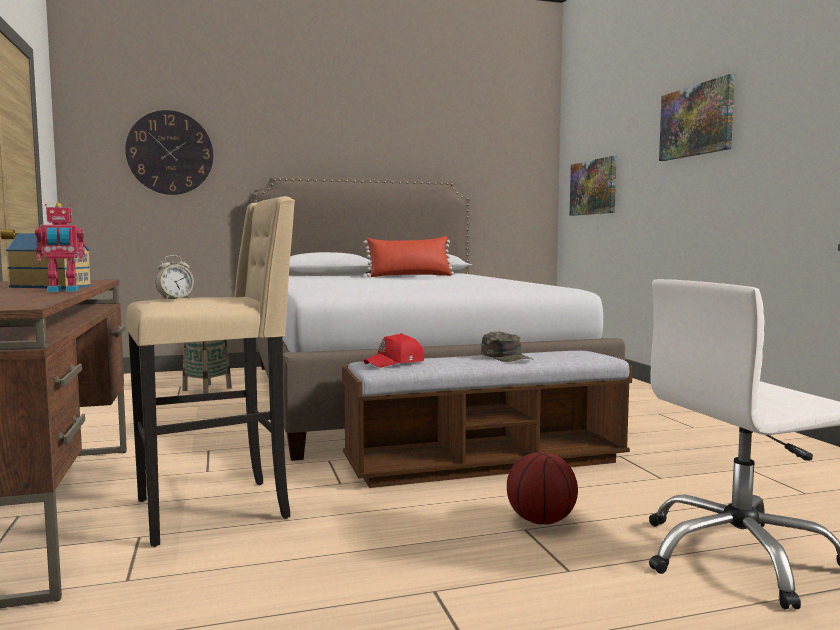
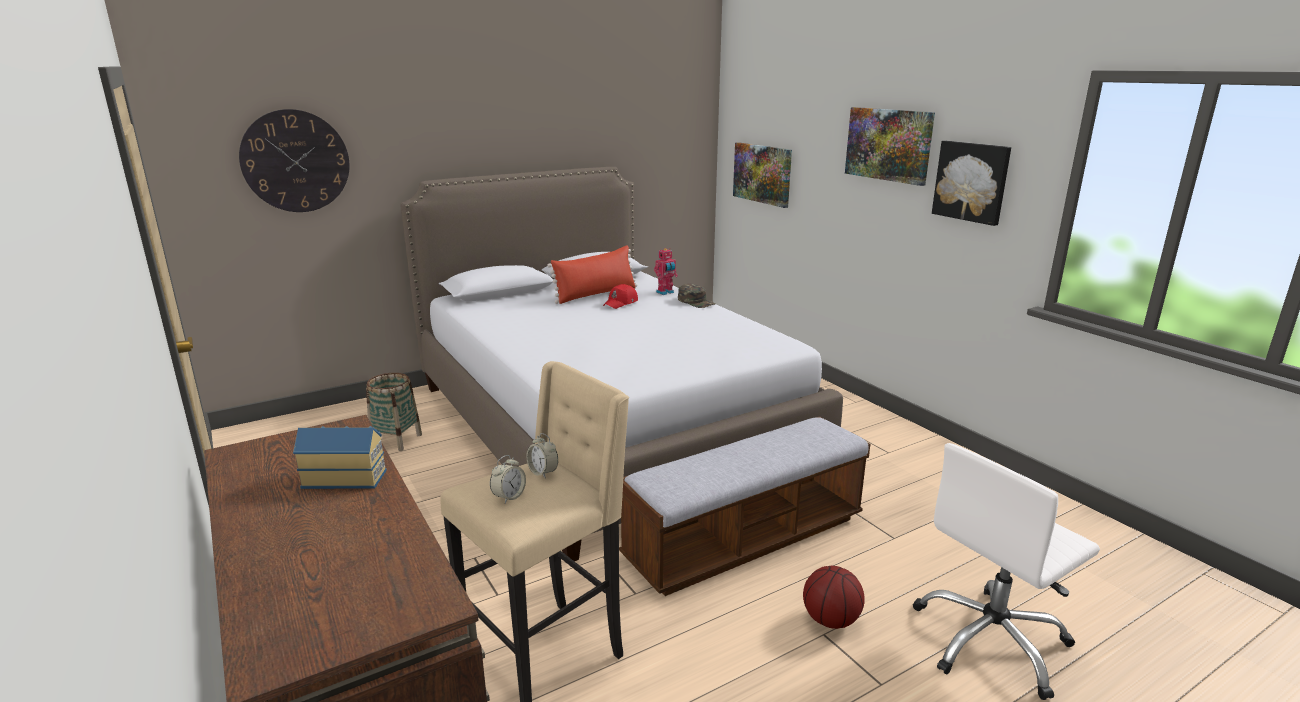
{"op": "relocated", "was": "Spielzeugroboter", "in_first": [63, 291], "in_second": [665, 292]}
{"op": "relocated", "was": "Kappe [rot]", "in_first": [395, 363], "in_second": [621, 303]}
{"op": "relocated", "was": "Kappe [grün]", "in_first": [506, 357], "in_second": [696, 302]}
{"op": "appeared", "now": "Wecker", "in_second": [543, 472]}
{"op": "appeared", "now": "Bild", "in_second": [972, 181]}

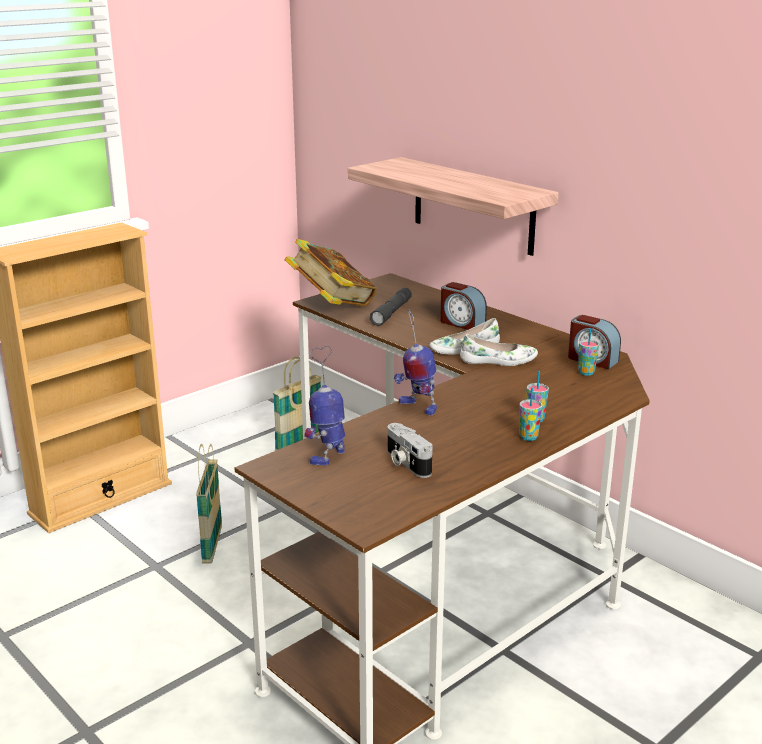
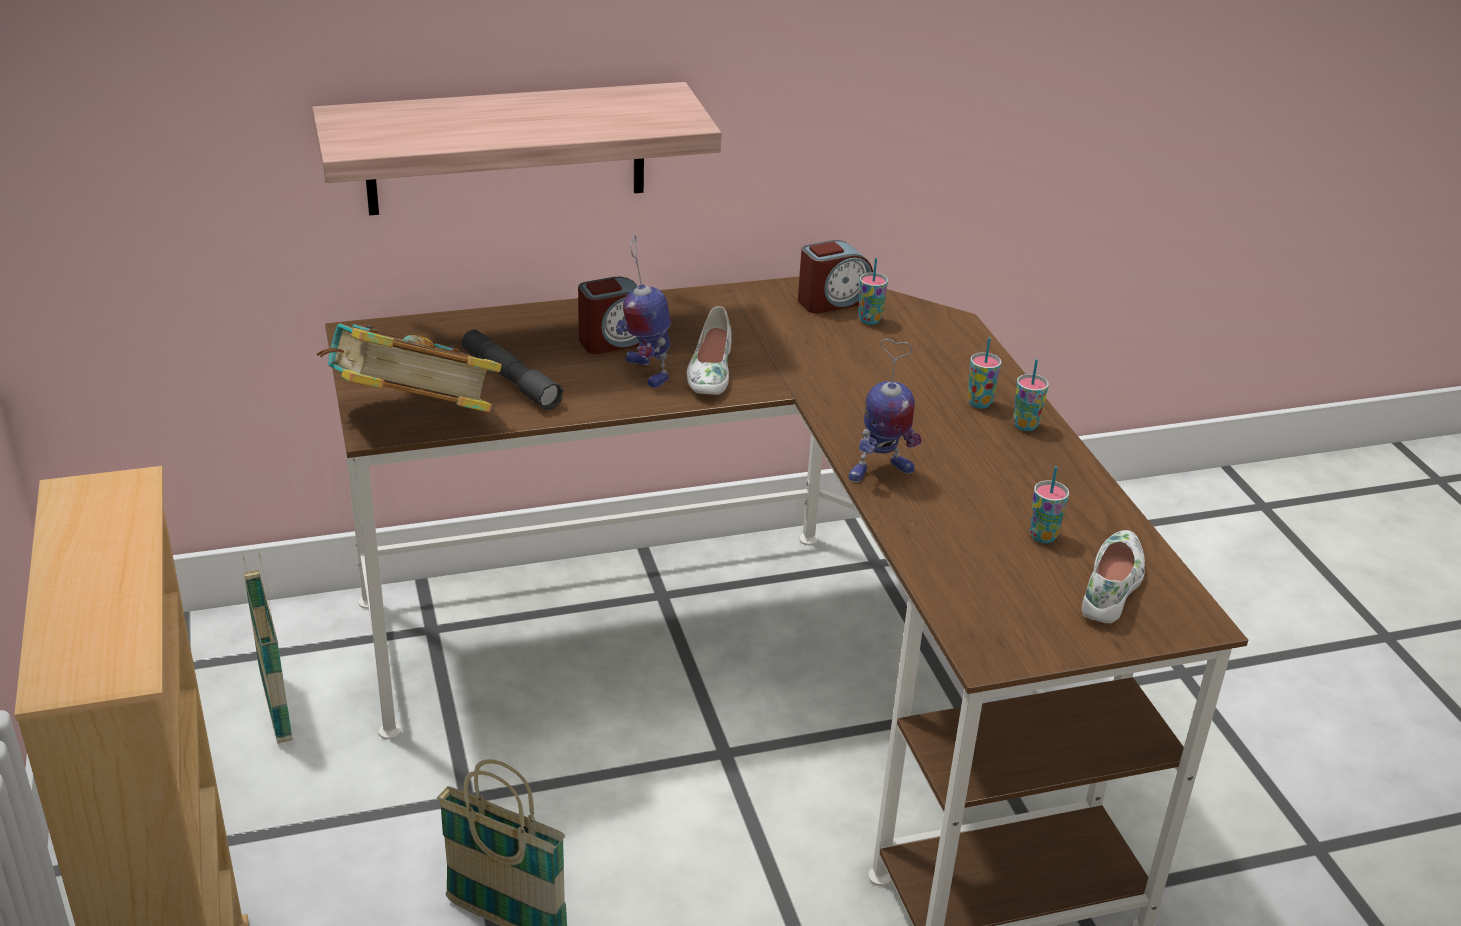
{"op": "relocated", "was": "Spielzeugroboter", "in_first": [329, 455], "in_second": [645, 371]}
{"op": "exchanged", "was": "Kamera", "now": "Tasse", "in_first": [405, 463], "in_second": [1043, 536]}
{"op": "relocated", "was": "Schuh [weiß]", "in_first": [498, 361], "in_second": [1113, 586]}

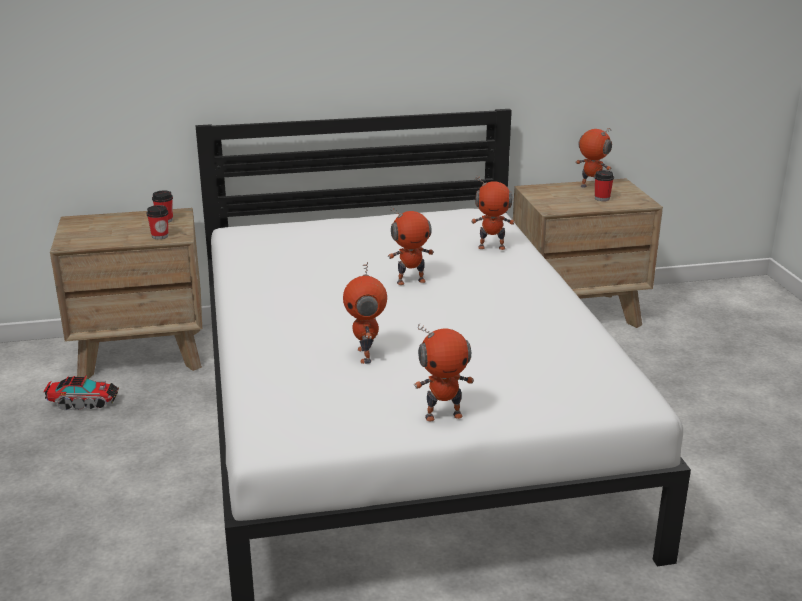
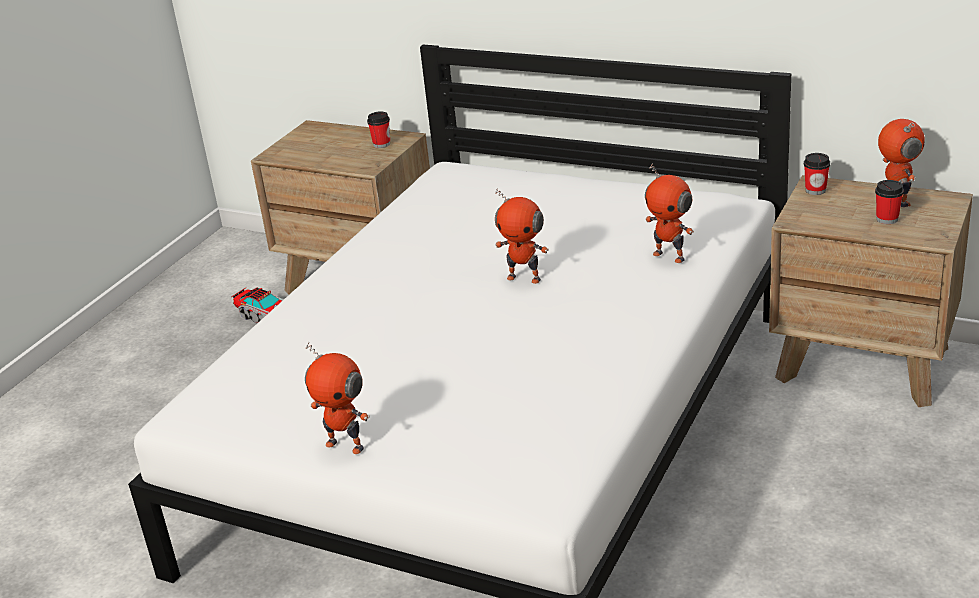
{"op": "relocated", "was": "Tasse", "in_first": [160, 236], "in_second": [815, 190]}
{"op": "missing", "was": "Spielzeugroboter", "in_first": [366, 355]}

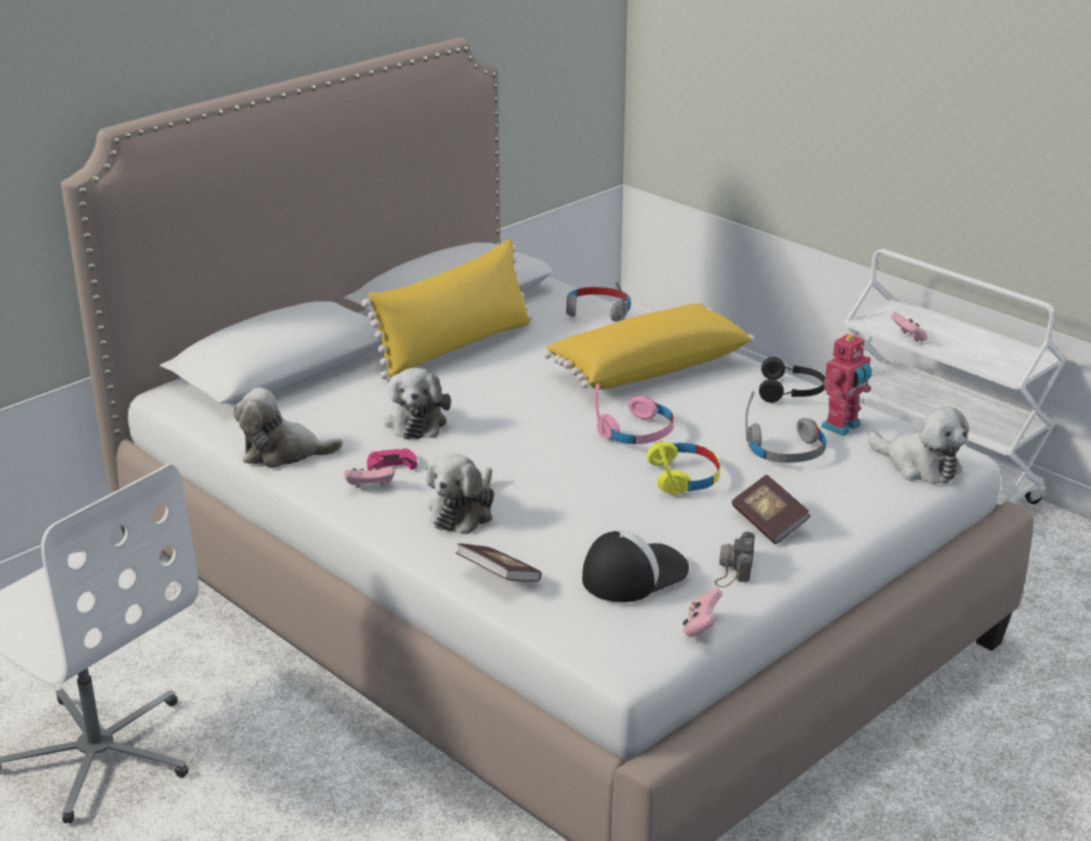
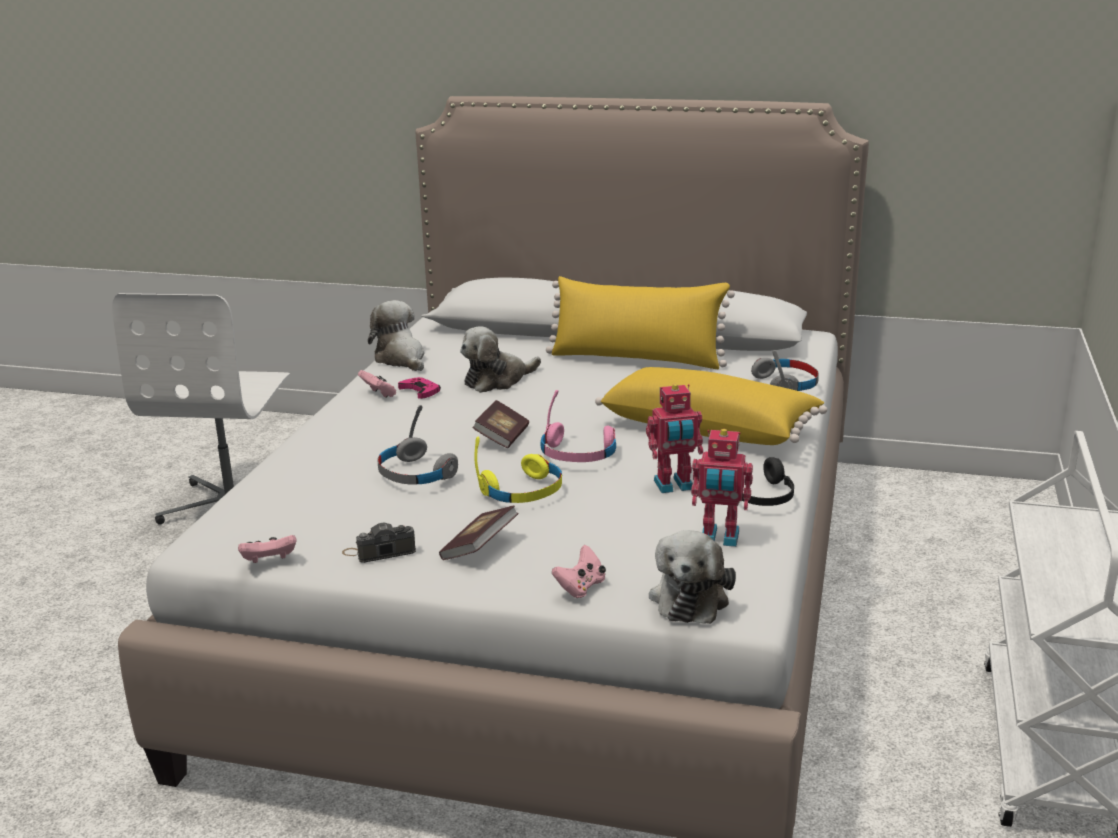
{"op": "missing", "was": "Plüschtier", "in_first": [463, 511]}
{"op": "relocated", "was": "Buch", "in_first": [498, 577], "in_second": [502, 437]}
{"op": "missing", "was": "Kappe", "in_first": [633, 573]}
{"op": "relocated", "was": "Kopfhörer [grau]", "in_first": [786, 452], "in_second": [415, 474]}
{"op": "relocated", "was": "Gamepad [rosa]", "in_first": [909, 337], "in_second": [581, 587]}
{"op": "appeared", "now": "Spielzeugroboter", "in_second": [674, 486]}

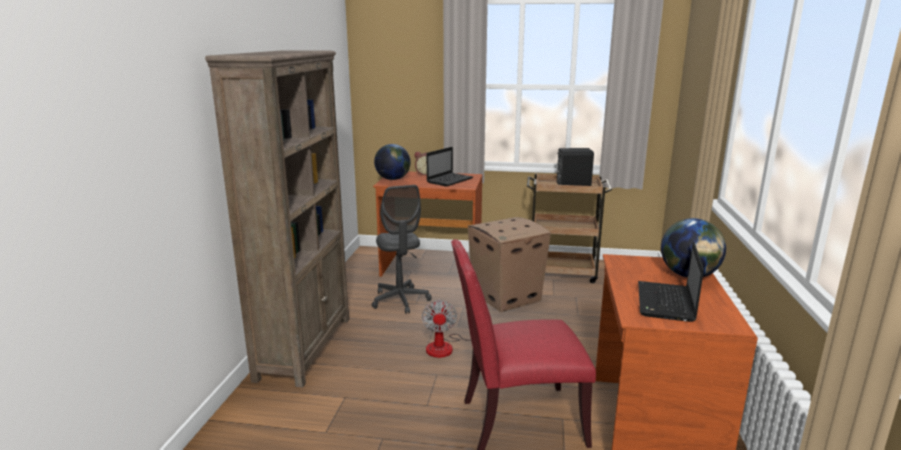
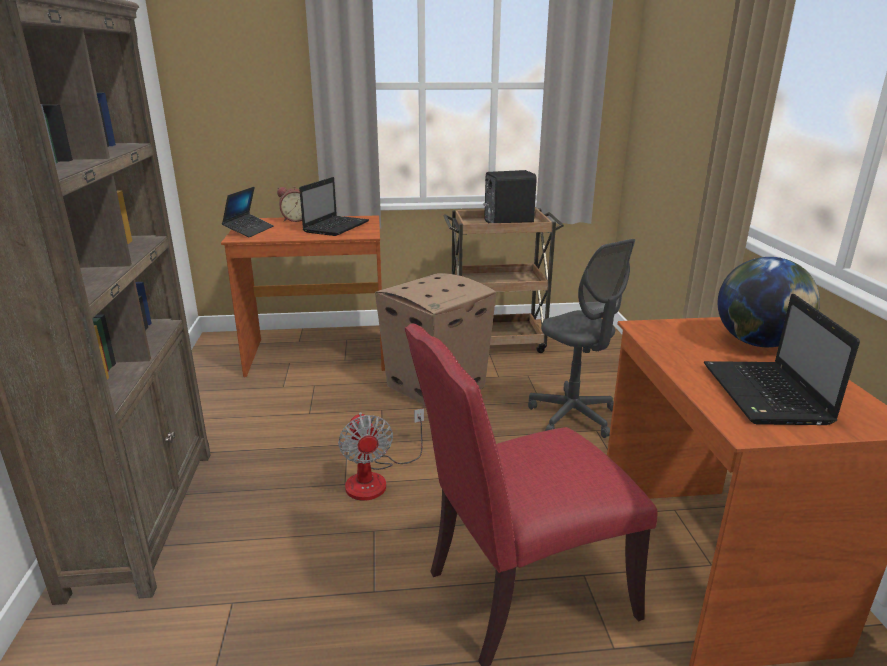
{"op": "relocated", "was": "Bürostuhl [grau]", "in_first": [400, 300], "in_second": [573, 416]}
{"op": "exchanged", "was": "Globus", "now": "Laptop", "in_first": [393, 179], "in_second": [249, 230]}

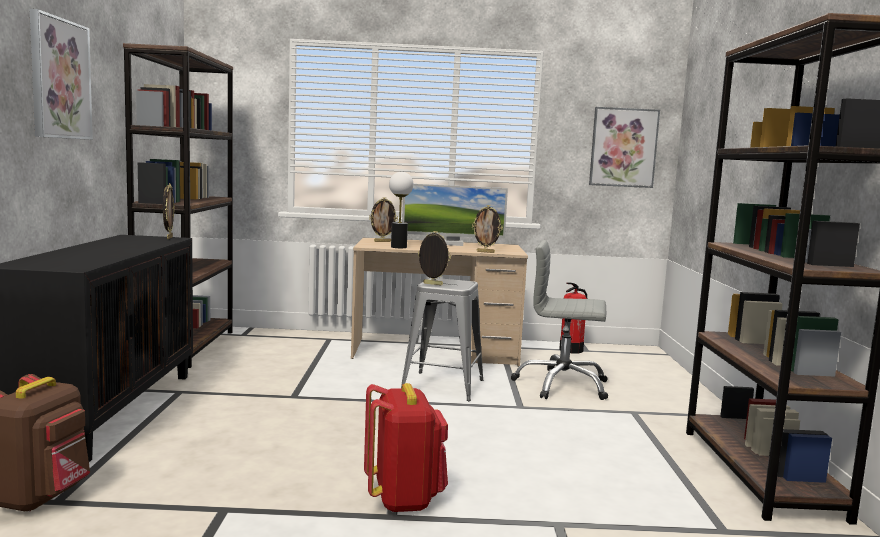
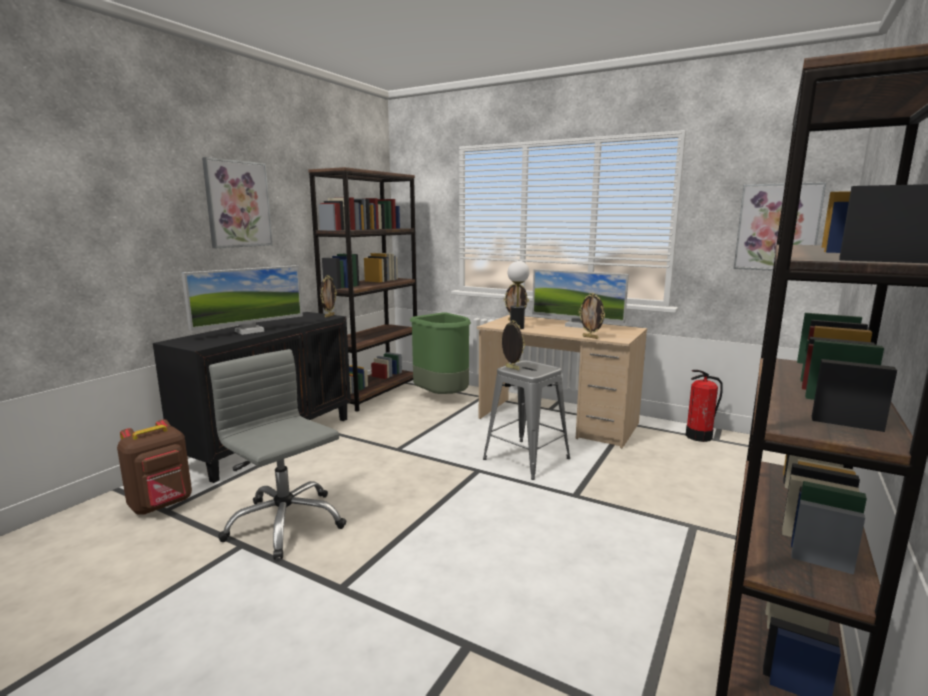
{"op": "missing", "was": "Rucksack [rot]", "in_first": [404, 499]}
{"op": "relocated", "was": "Bürostuhl [grau]", "in_first": [562, 385], "in_second": [285, 523]}
{"op": "appeared", "now": "Monitor", "in_second": [249, 331]}
{"op": "appeared", "now": "Mülleimer [grün]", "in_second": [443, 397]}

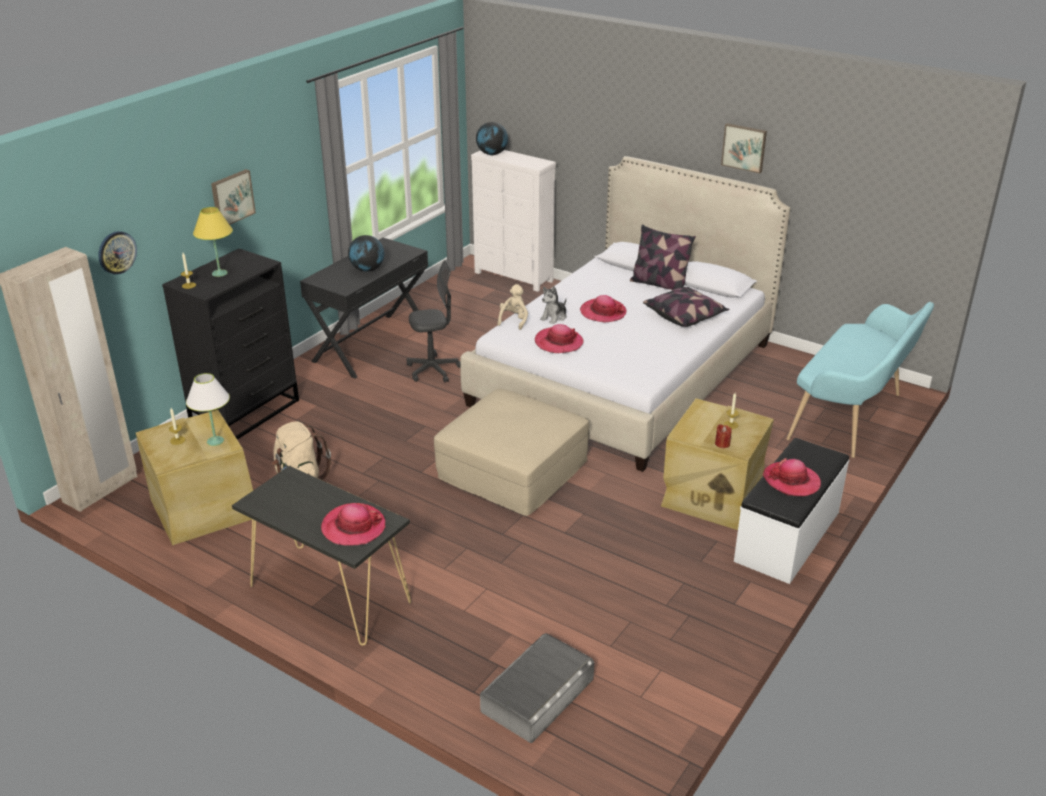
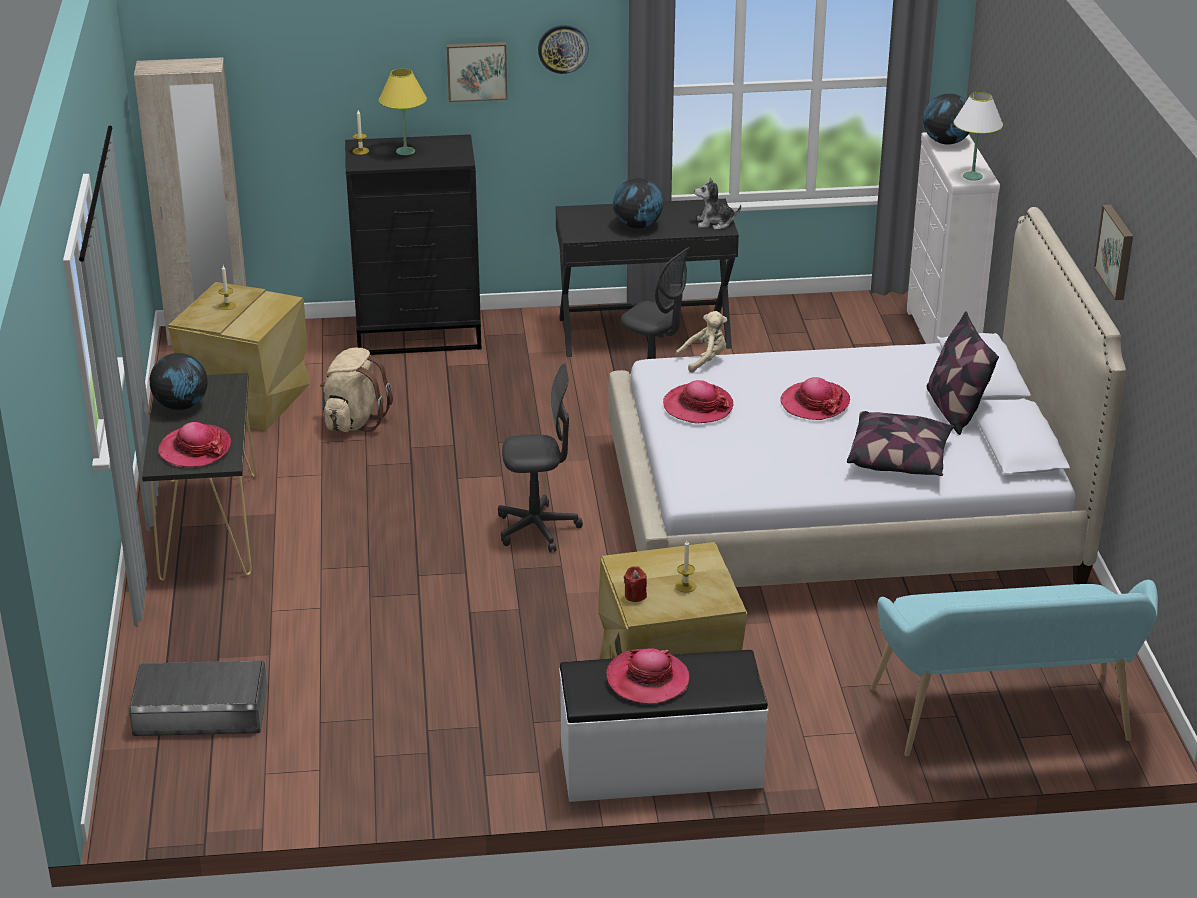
{"op": "relocated", "was": "Wanduhr", "in_first": [116, 252], "in_second": [563, 48]}
{"op": "relocated", "was": "Tischlampe [weiß]", "in_first": [215, 441], "in_second": [973, 176]}
{"op": "exchanged", "was": "Polsterhocker [beige]", "now": "Bürostuhl [grau]", "in_first": [513, 469], "in_second": [537, 529]}
{"op": "relocated", "was": "Plüschtier", "in_first": [554, 317], "in_second": [715, 223]}
{"op": "appeared", "now": "Globus", "in_second": [181, 405]}

